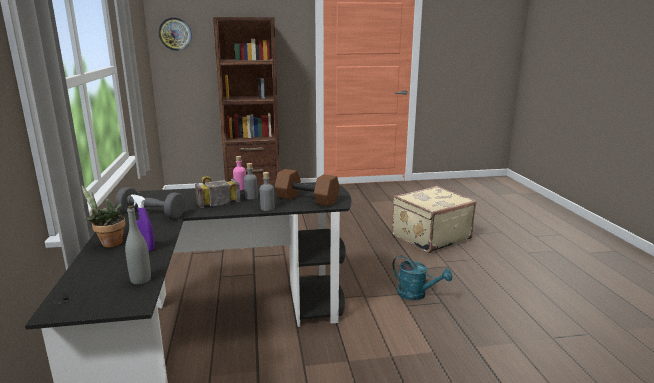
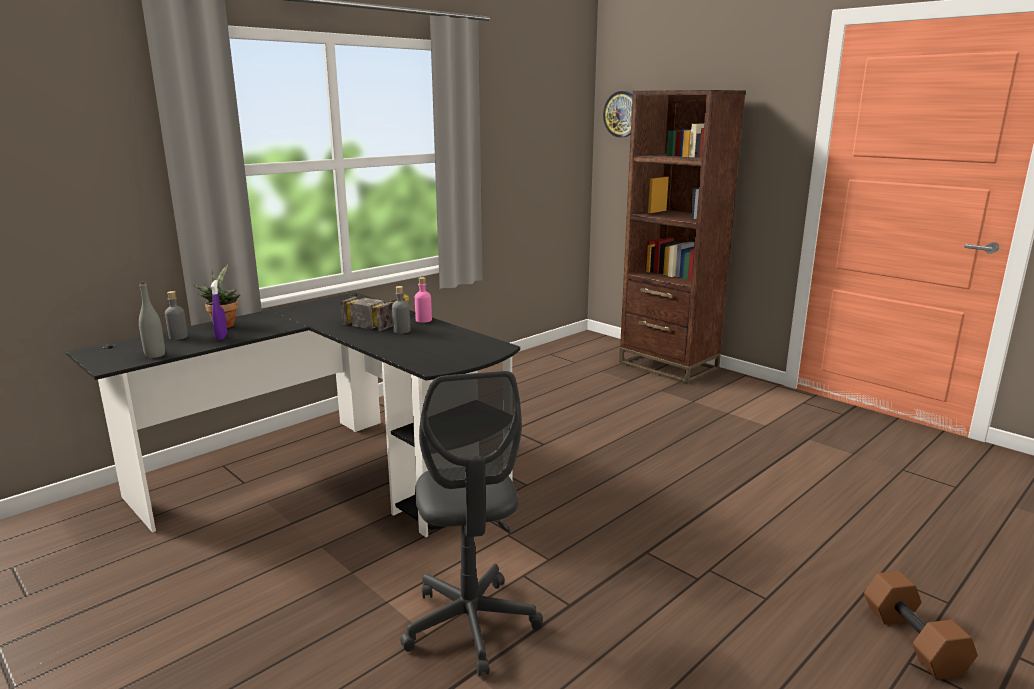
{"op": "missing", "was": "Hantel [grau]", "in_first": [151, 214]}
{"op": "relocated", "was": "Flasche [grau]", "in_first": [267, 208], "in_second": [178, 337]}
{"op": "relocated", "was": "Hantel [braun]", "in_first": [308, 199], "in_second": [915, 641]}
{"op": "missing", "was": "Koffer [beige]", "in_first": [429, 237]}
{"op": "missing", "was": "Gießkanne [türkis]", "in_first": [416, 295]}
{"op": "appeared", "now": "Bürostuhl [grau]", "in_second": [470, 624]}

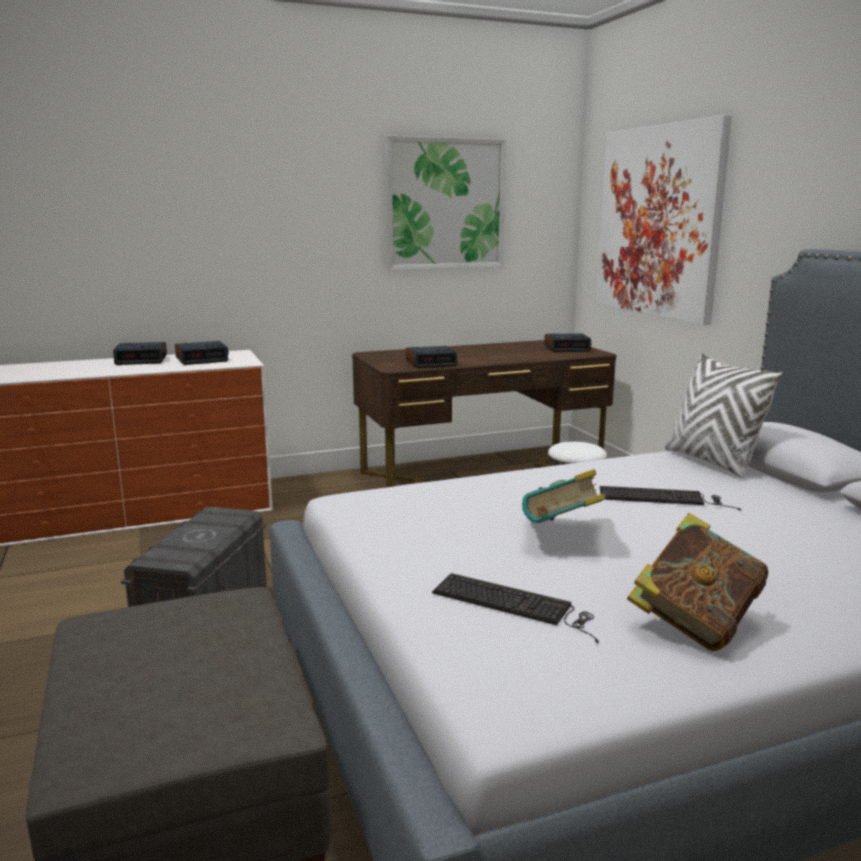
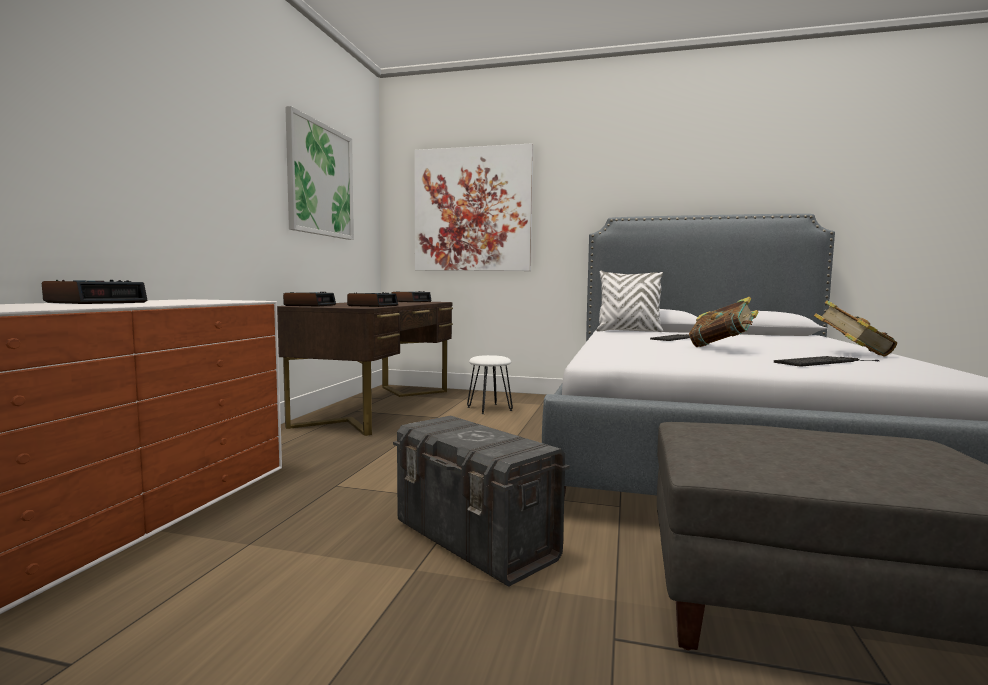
{"op": "relocated", "was": "Wecker", "in_first": [202, 359], "in_second": [310, 305]}

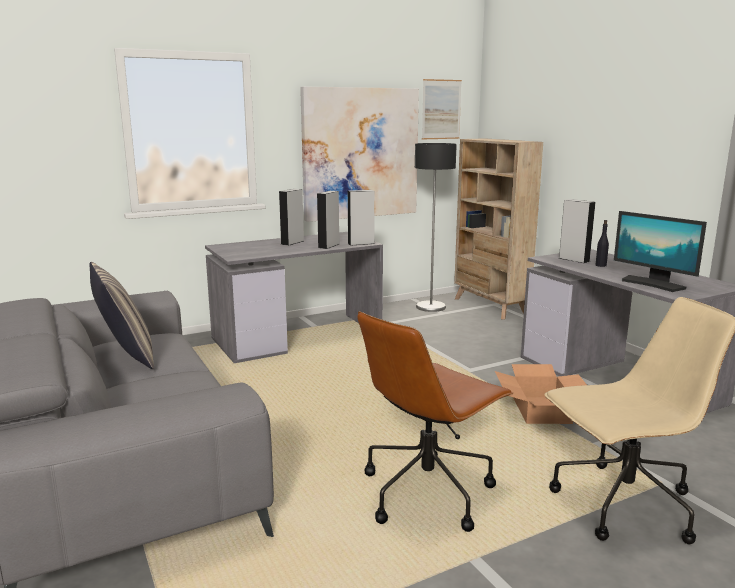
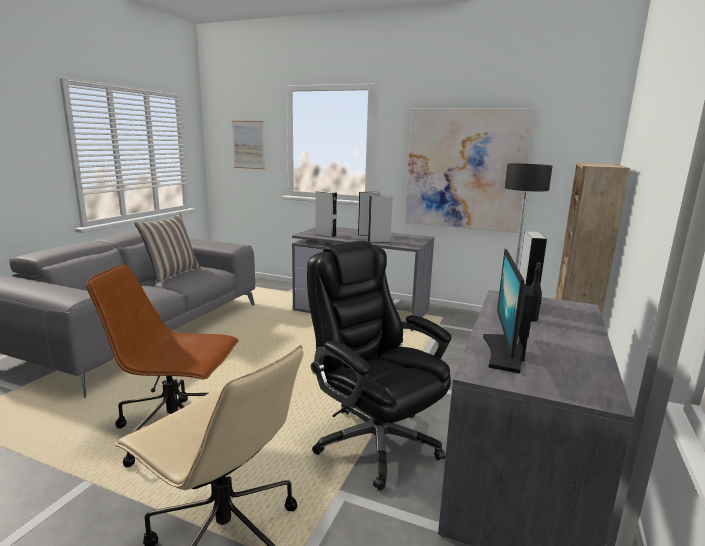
{"op": "relocated", "was": "Lautsprecher [grau]", "in_first": [361, 243], "in_second": [325, 235]}
{"op": "relocated", "was": "Bild", "in_first": [441, 109], "in_second": [248, 145]}
{"op": "exchanged", "was": "Karton", "now": "Bürostuhl [schwarz]", "in_first": [541, 410], "in_second": [375, 440]}

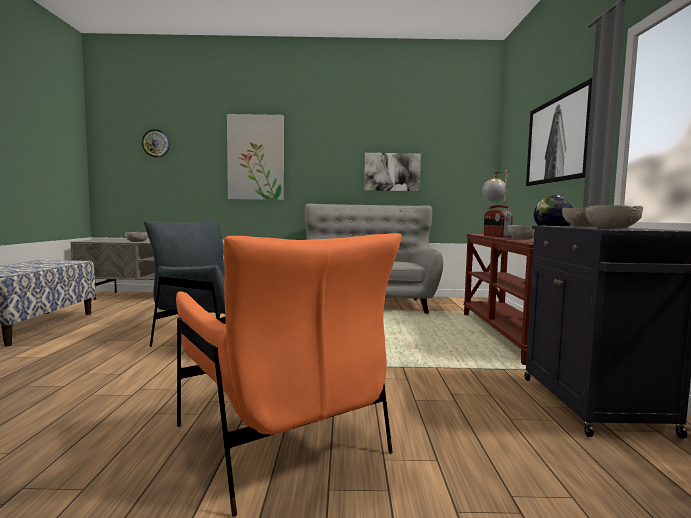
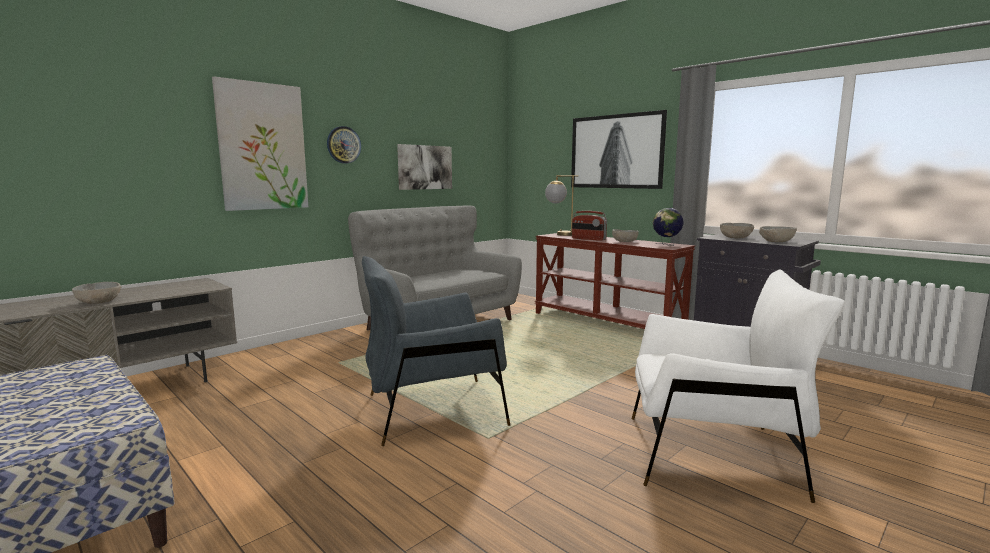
{"op": "relocated", "was": "Wanduhr", "in_first": [156, 143], "in_second": [343, 145]}
{"op": "colour", "was": "Sessel [orange]", "now": "Sessel [weiß]", "in_first": [280, 440], "in_second": [712, 455]}

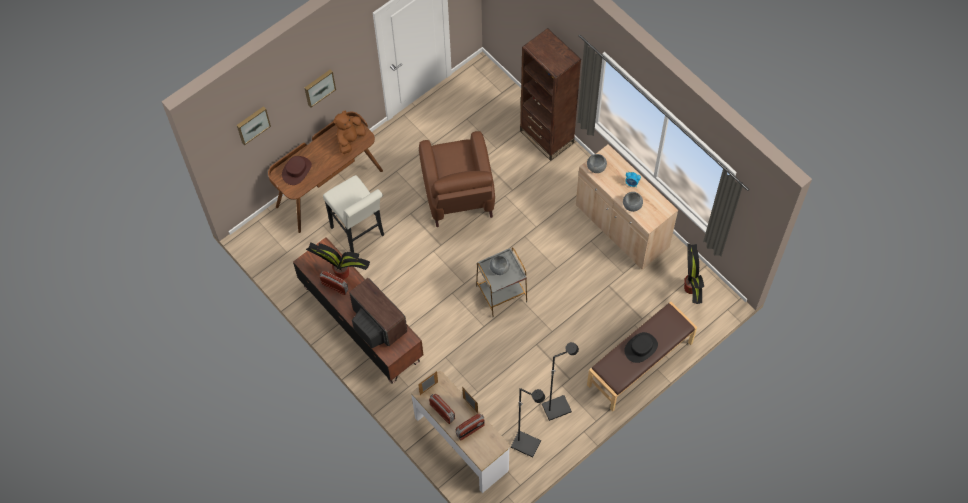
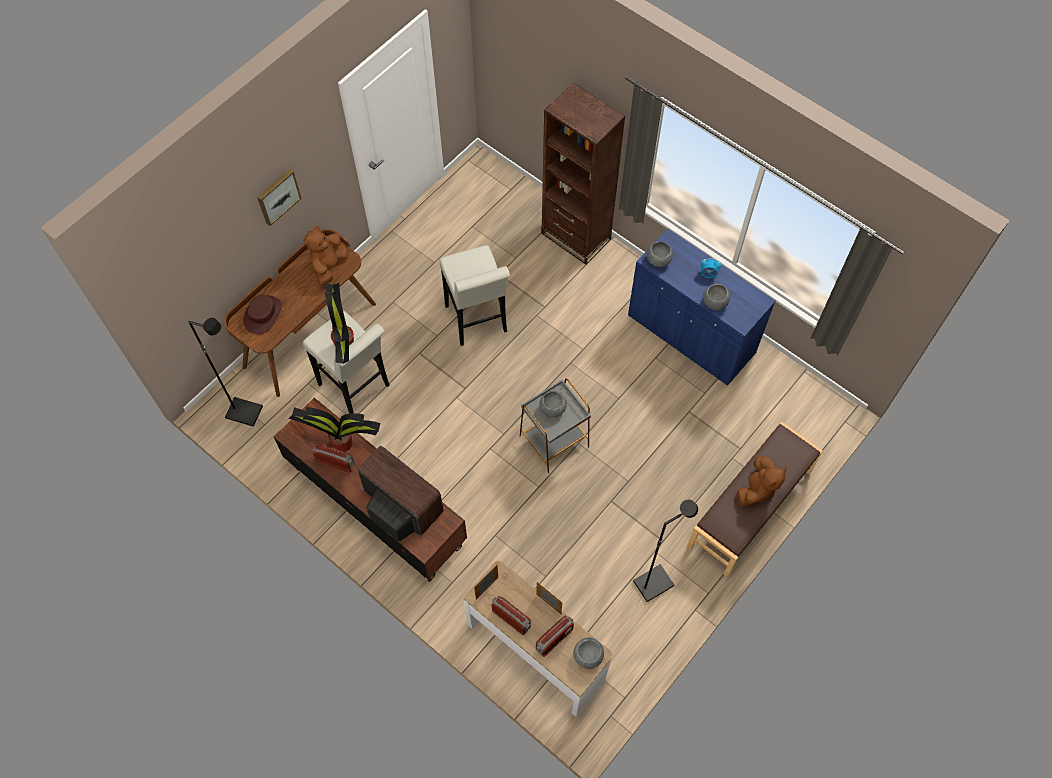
{"op": "missing", "was": "Bild", "in_first": [252, 124]}
{"op": "exchanged", "was": "Sessel [braun]", "now": "Hocker [weiß]", "in_first": [458, 195], "in_second": [477, 322]}
{"op": "relocated", "was": "Stehlampe [schwarz]", "in_first": [526, 444], "in_second": [245, 412]}
{"op": "colour", "was": "Schrank [beige]", "now": "Schrank [blau]", "in_first": [622, 226], "in_second": [691, 335]}
{"op": "exchanged", "was": "Hut [schwarz]", "now": "Plüschtier [braun]", "in_first": [641, 348], "in_second": [757, 489]}
{"op": "relocated", "was": "Topfpflanze", "in_first": [690, 288], "in_second": [345, 346]}
{"op": "appeared", "now": "Schüssel [grau]", "in_second": [588, 656]}

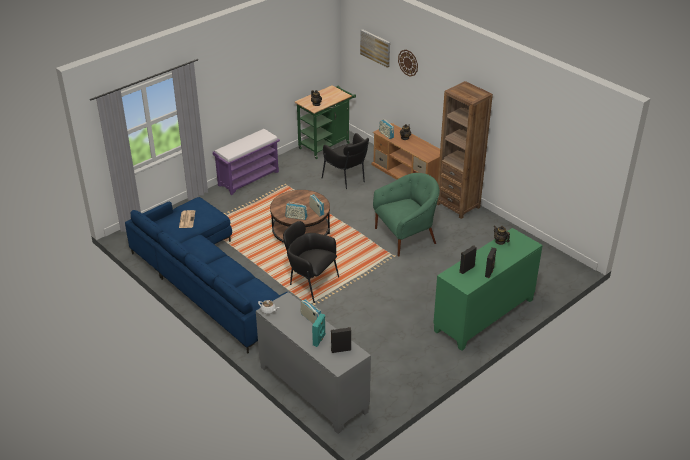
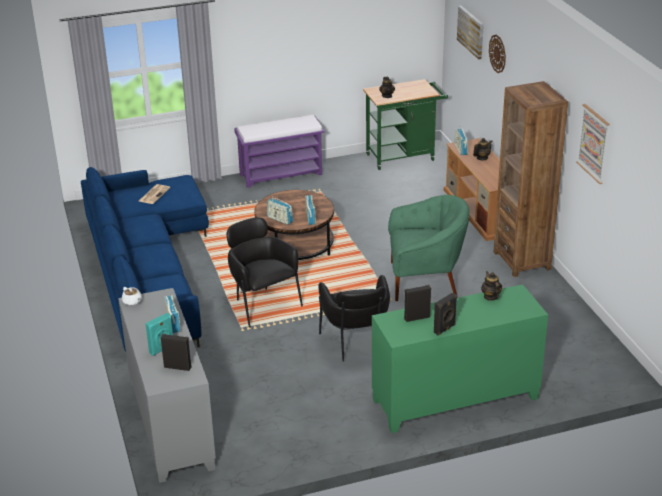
{"op": "relocated", "was": "Sessel [schwarz]", "in_first": [347, 179], "in_second": [356, 345]}
{"op": "appeared", "now": "Bild", "in_second": [593, 143]}

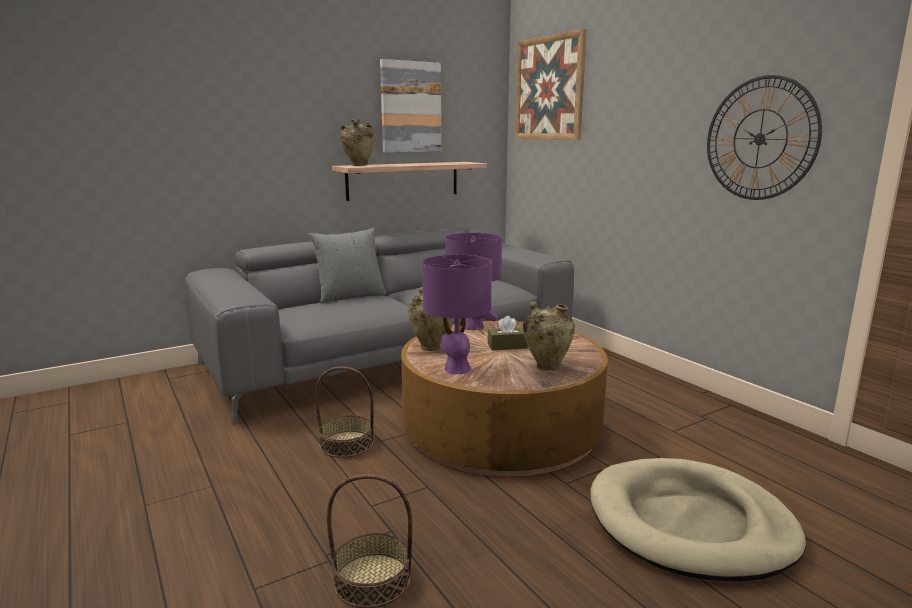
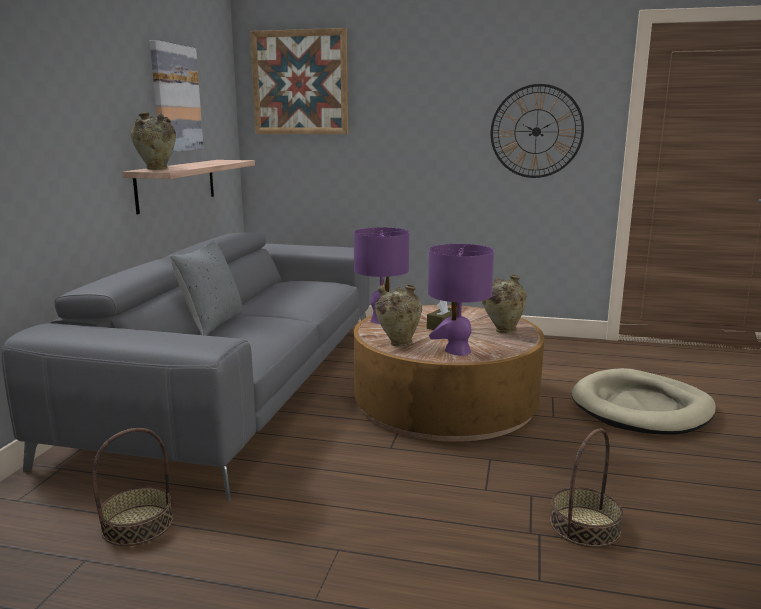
{"op": "relocated", "was": "Korb", "in_first": [346, 444], "in_second": [137, 525]}

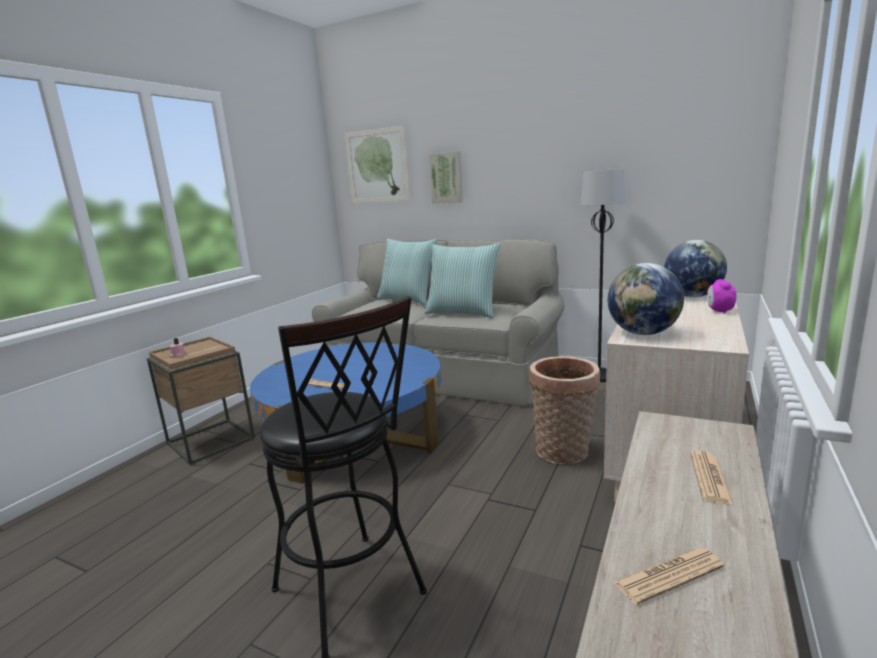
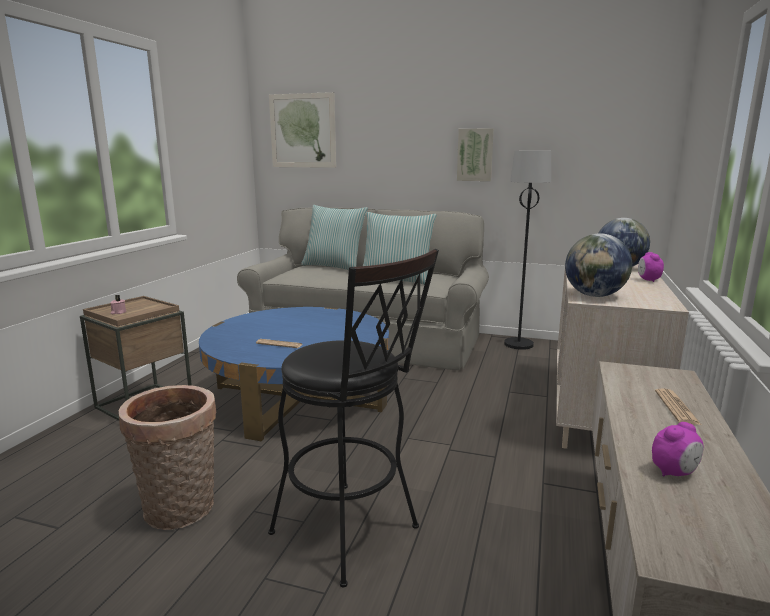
{"op": "relocated", "was": "Bild", "in_first": [446, 178], "in_second": [475, 155]}
{"op": "relocated", "was": "Korb", "in_first": [564, 453], "in_second": [180, 511]}
{"op": "exchanged", "was": "Zeitung", "now": "Wecker", "in_first": [668, 576], "in_second": [674, 472]}

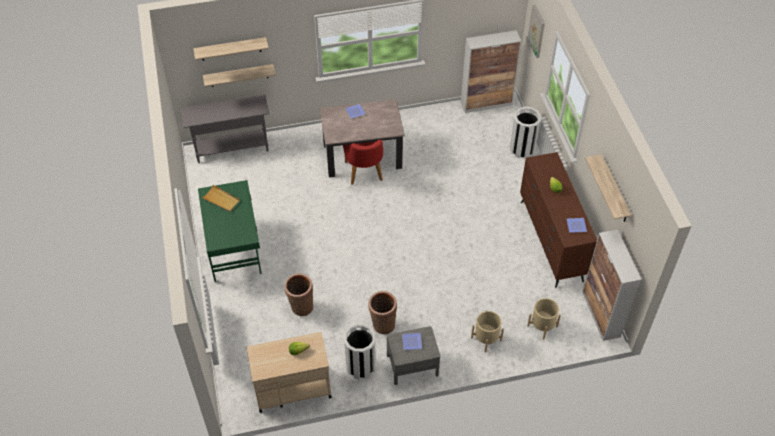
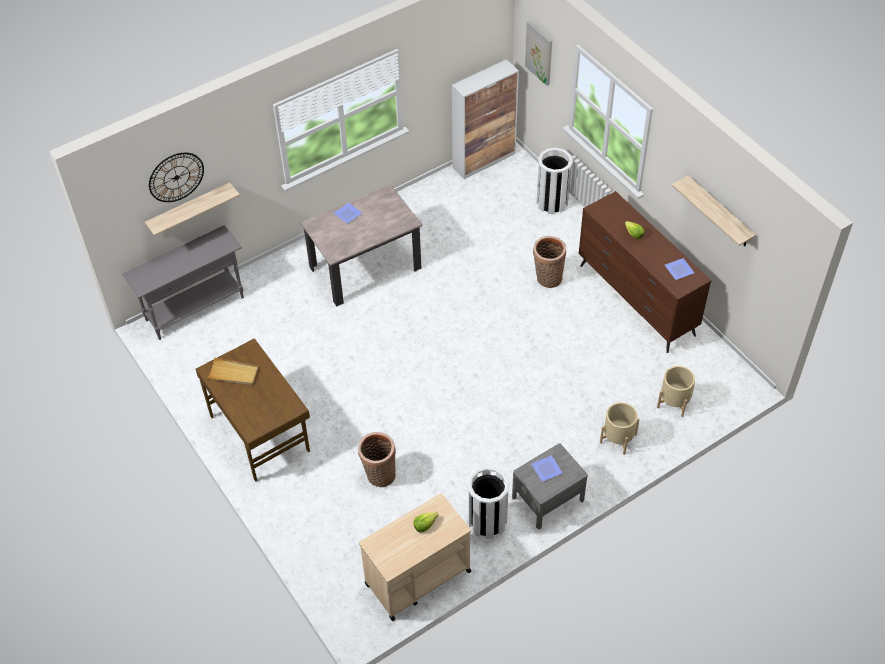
{"op": "exchanged", "was": "Wandregal", "now": "Wanduhr", "in_first": [231, 49], "in_second": [176, 177]}
{"op": "colour", "was": "Schreibtisch [grün]", "now": "Schreibtisch [braun]", "in_first": [234, 249], "in_second": [260, 432]}
{"op": "missing", "was": "Stuhl [rot]", "in_first": [365, 174]}
{"op": "relocated", "was": "Korb", "in_first": [382, 324], "in_second": [547, 278]}
{"op": "missing", "was": "Schrank", "in_first": [601, 314]}

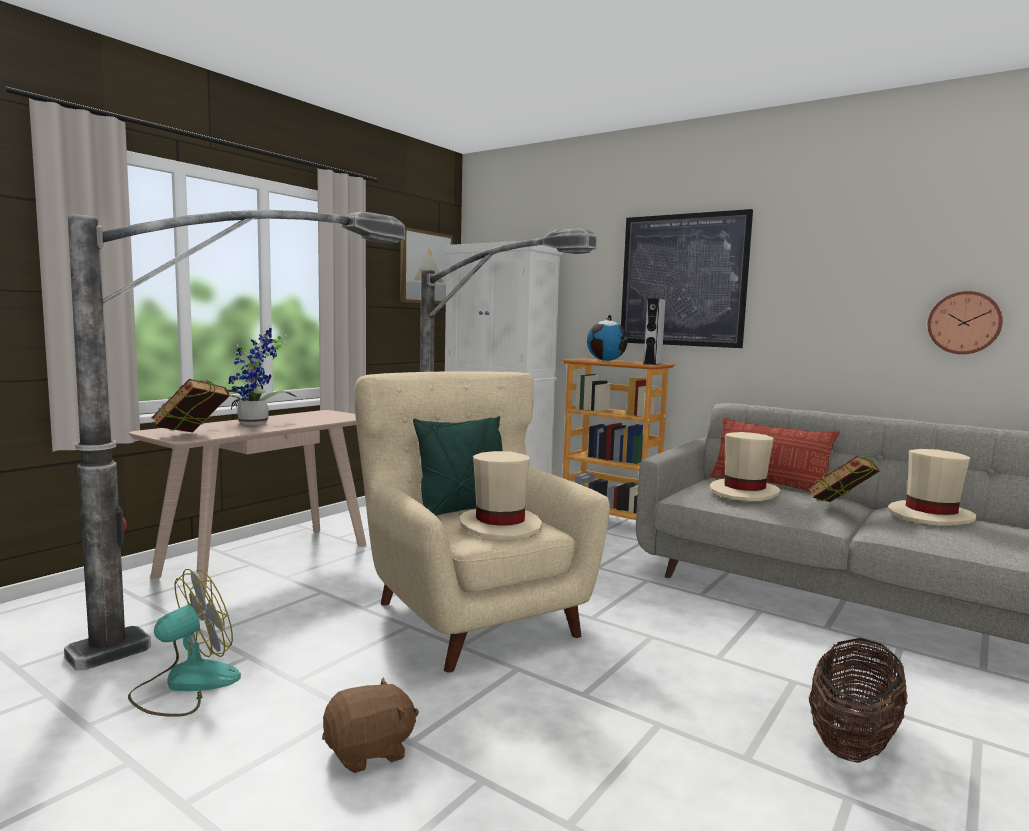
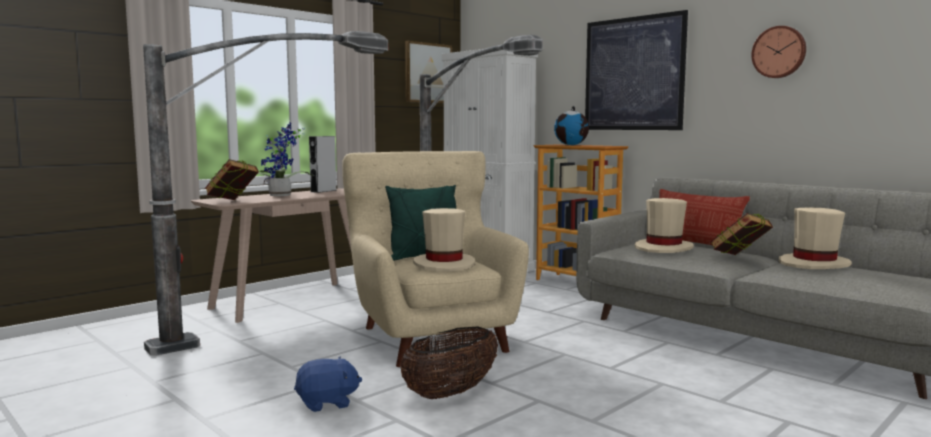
{"op": "missing", "was": "Ventilator", "in_first": [185, 684]}
{"op": "colour", "was": "Plüschtier [braun]", "now": "Plüschtier [blau]", "in_first": [369, 751], "in_second": [327, 403]}
{"op": "relocated", "was": "Lautsprecher [grau]", "in_first": [652, 364], "in_second": [323, 191]}
{"op": "relocated", "was": "Korb", "in_first": [852, 742], "in_second": [451, 393]}
{"op": "relocated", "was": "Wanduhr", "in_first": [964, 322], "in_second": [779, 52]}

